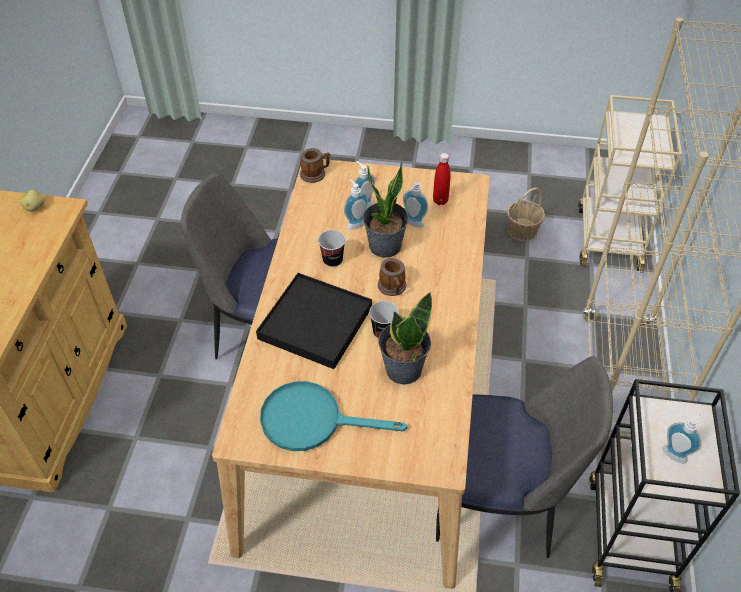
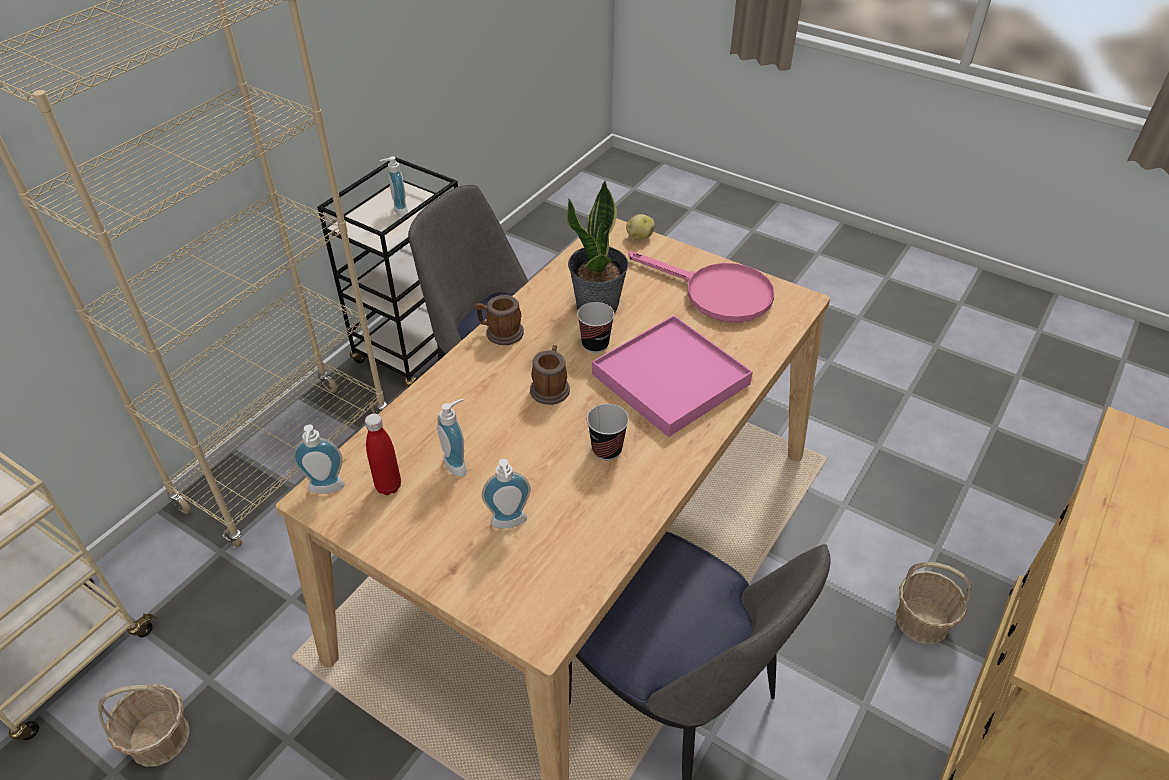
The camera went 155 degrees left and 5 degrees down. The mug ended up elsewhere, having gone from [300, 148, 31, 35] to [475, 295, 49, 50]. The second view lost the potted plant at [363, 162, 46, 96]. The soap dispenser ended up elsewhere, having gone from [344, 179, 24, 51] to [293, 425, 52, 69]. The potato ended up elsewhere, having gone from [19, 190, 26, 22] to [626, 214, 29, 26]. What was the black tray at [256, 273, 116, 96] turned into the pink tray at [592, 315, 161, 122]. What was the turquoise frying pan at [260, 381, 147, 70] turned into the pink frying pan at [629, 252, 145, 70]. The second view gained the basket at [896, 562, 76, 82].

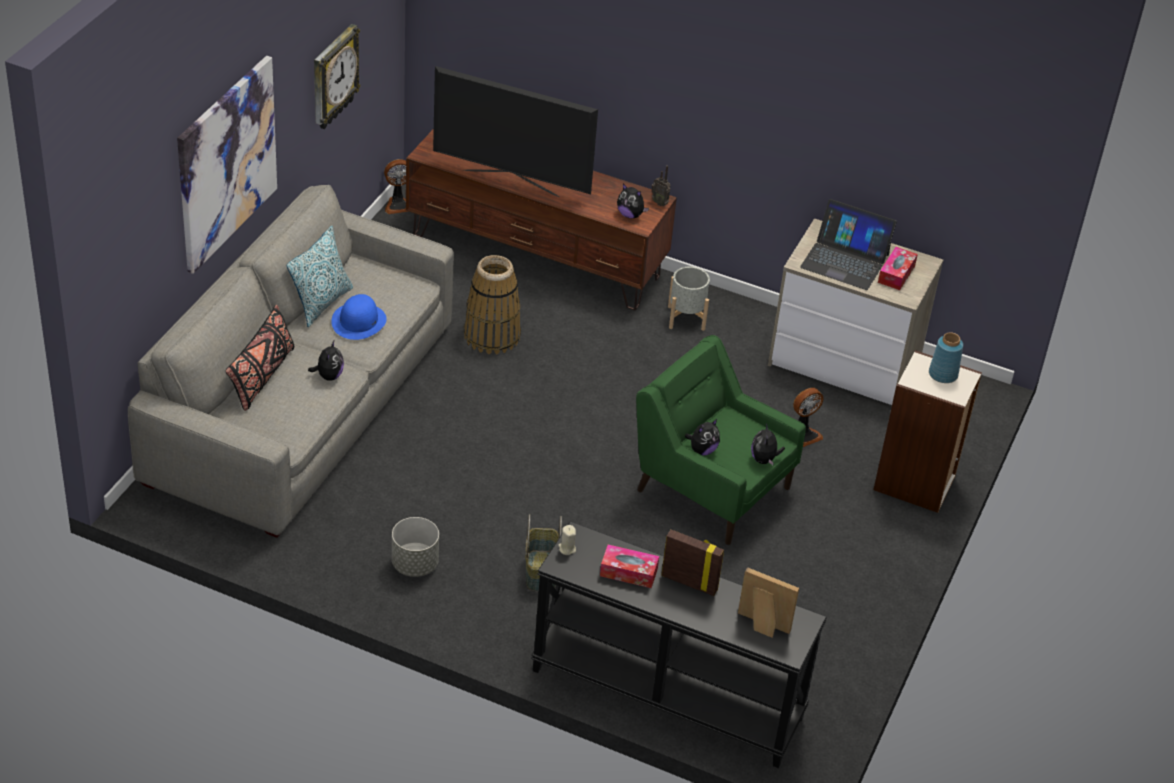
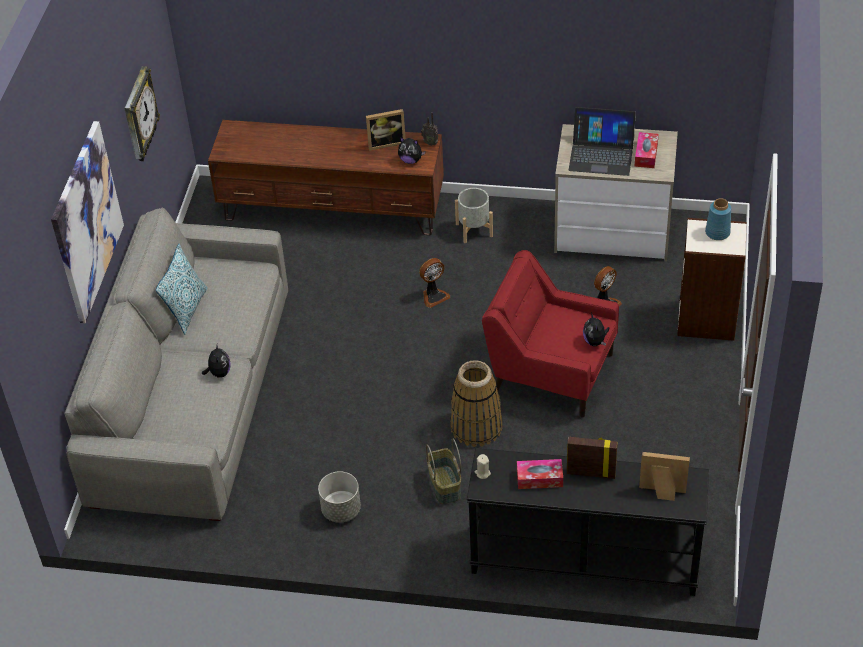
The camera went 10 degrees left and 5 degrees up. The second view lost the television at [433, 66, 165, 131]. The fan ended up elsewhere, having gone from [384, 159, 25, 55] to [419, 258, 31, 50]. The basket ended up elsewhere, having gone from [464, 255, 57, 99] to [450, 360, 53, 87]. The second view lost the blue hat at [331, 294, 56, 46]. The second view lost the black pillow at [225, 305, 70, 106]. What was the green armchair at [636, 335, 170, 210] turned into the red armchair at [482, 250, 137, 168]. The second view lost the plush toy at [685, 419, 35, 36]. The second view gained the picture frame at [366, 109, 40, 42].

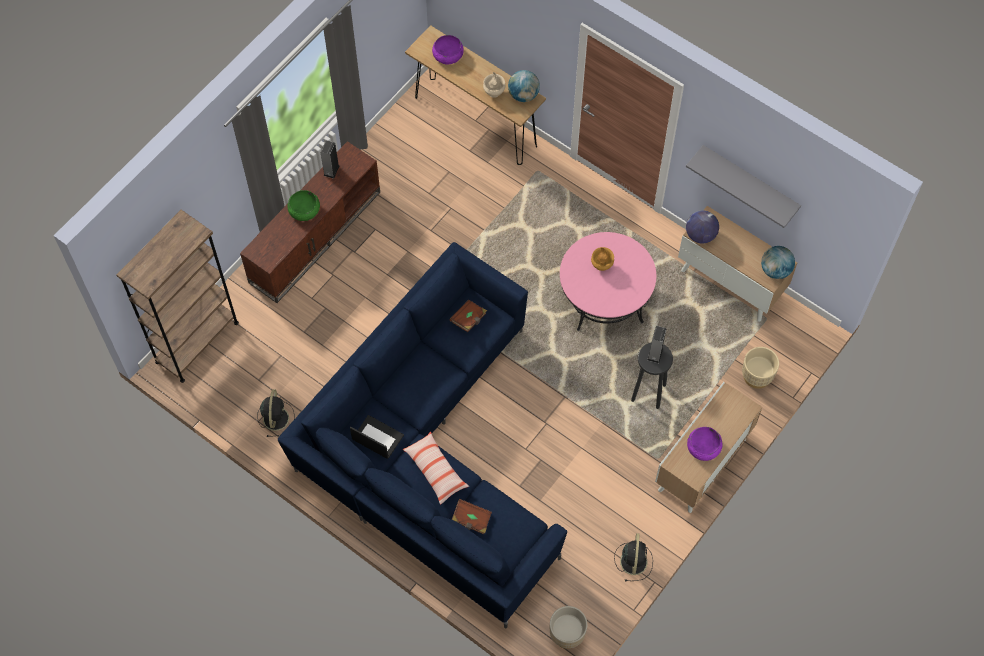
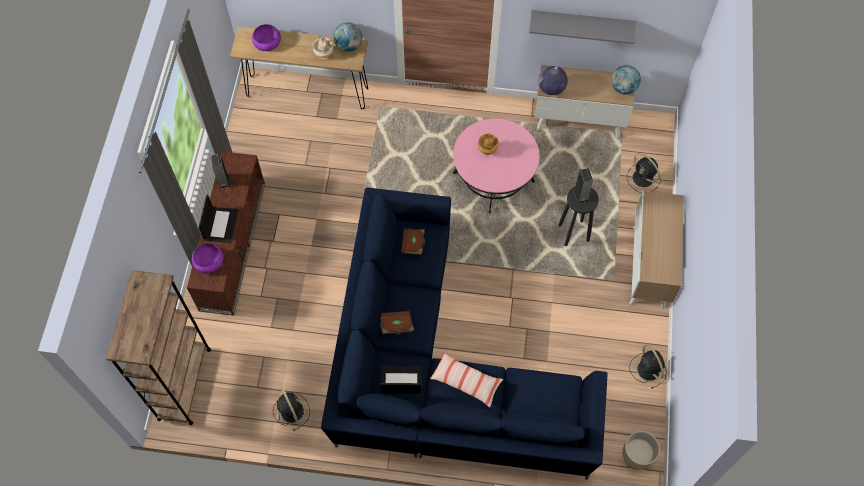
The camera went 30 degrees left and 0 degrees up. Where the green bowl stood at [287, 190, 33, 31], the laptop came to stand at [199, 195, 39, 48]. Where the beige planter stood at [742, 347, 37, 42], the black fan came to stand at [627, 153, 34, 40]. The purple bowl ended up elsewhere, having gone from [687, 427, 36, 34] to [192, 243, 31, 30]. The brown book ended up elsewhere, having gone from [452, 499, 40, 35] to [380, 311, 34, 24].

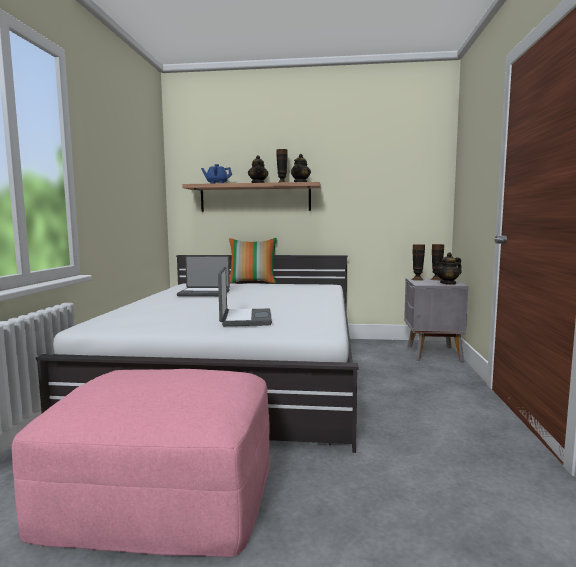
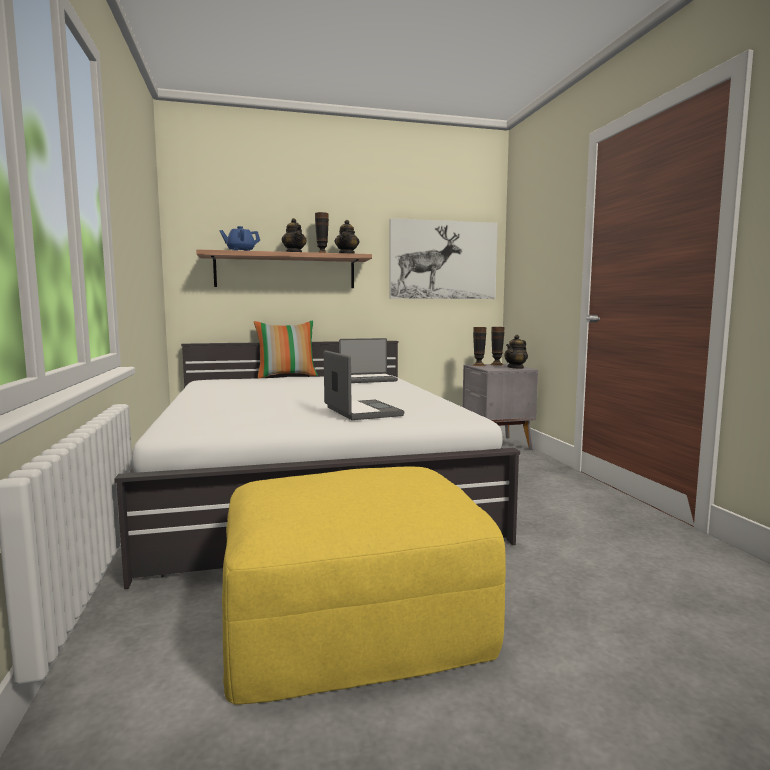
The camera went 20 degrees left and 0 degrees up. The laptop ended up elsewhere, having gone from [177, 256, 53, 40] to [339, 338, 59, 45]. What was the pink ottoman at [12, 369, 258, 188] turned into the yellow ottoman at [222, 467, 284, 238]. The second view gained the picture at [389, 218, 109, 81].

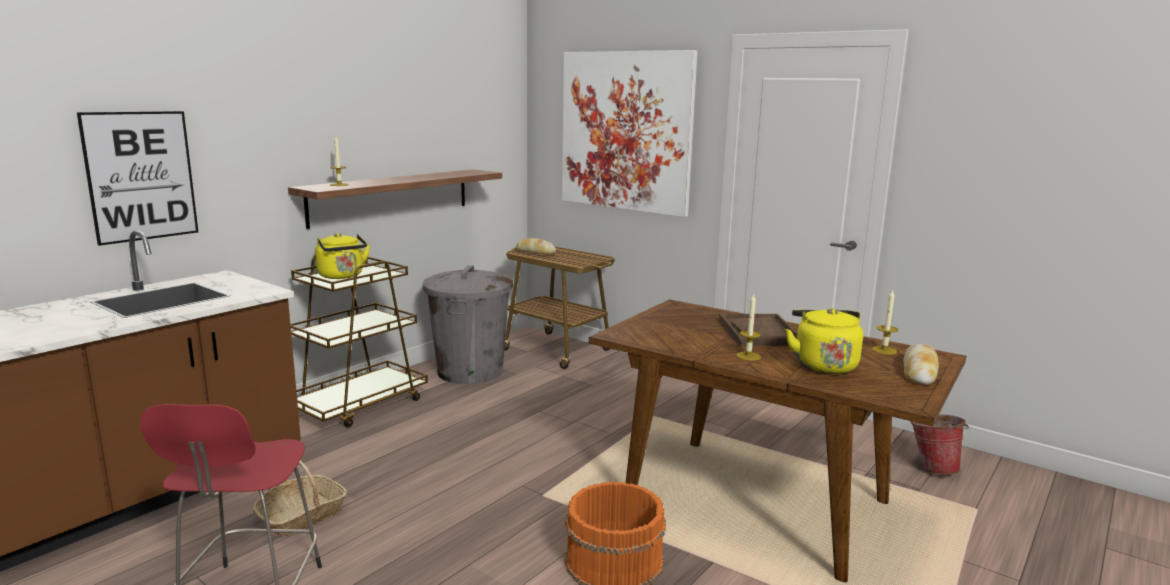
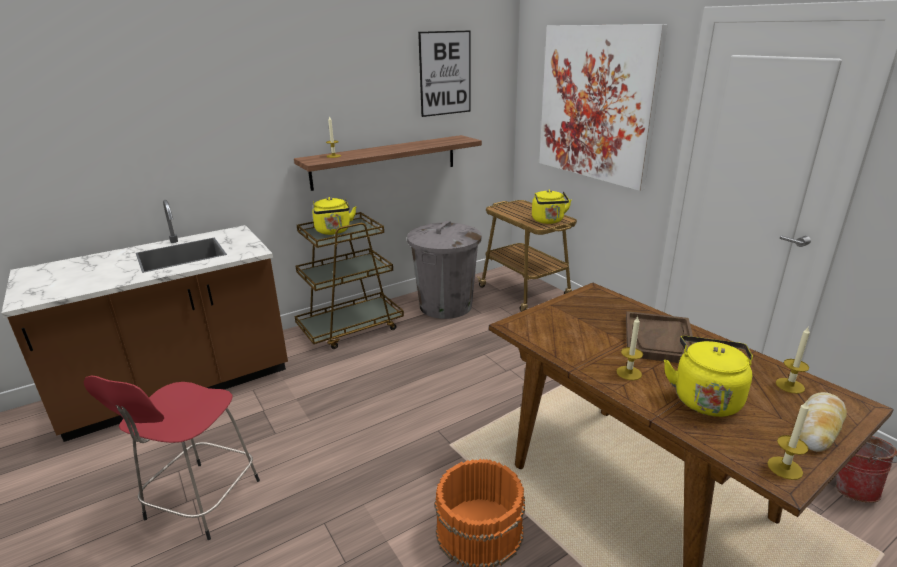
The camera went 20 degrees right and 10 degrees up. The picture ended up elsewhere, having gone from [77, 111, 121, 135] to [418, 30, 53, 87]. The second view lost the bread at [516, 238, 40, 16]. The second view lost the basket at [252, 460, 95, 76]. The second view gained the yellow kettle at [532, 190, 40, 34]. The second view gained the candle at [767, 401, 42, 79].

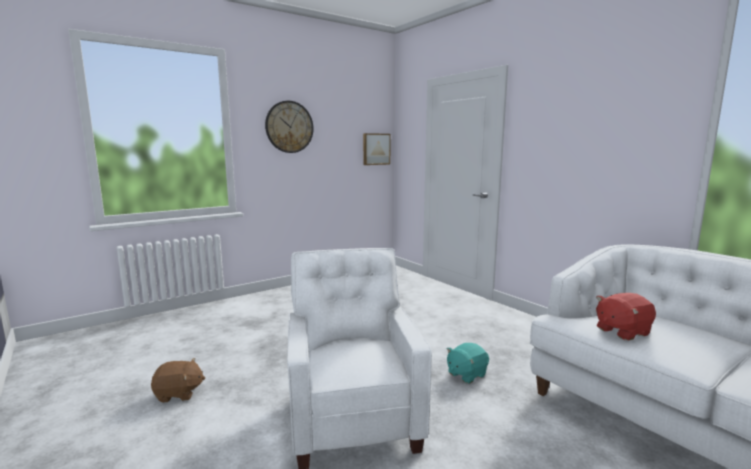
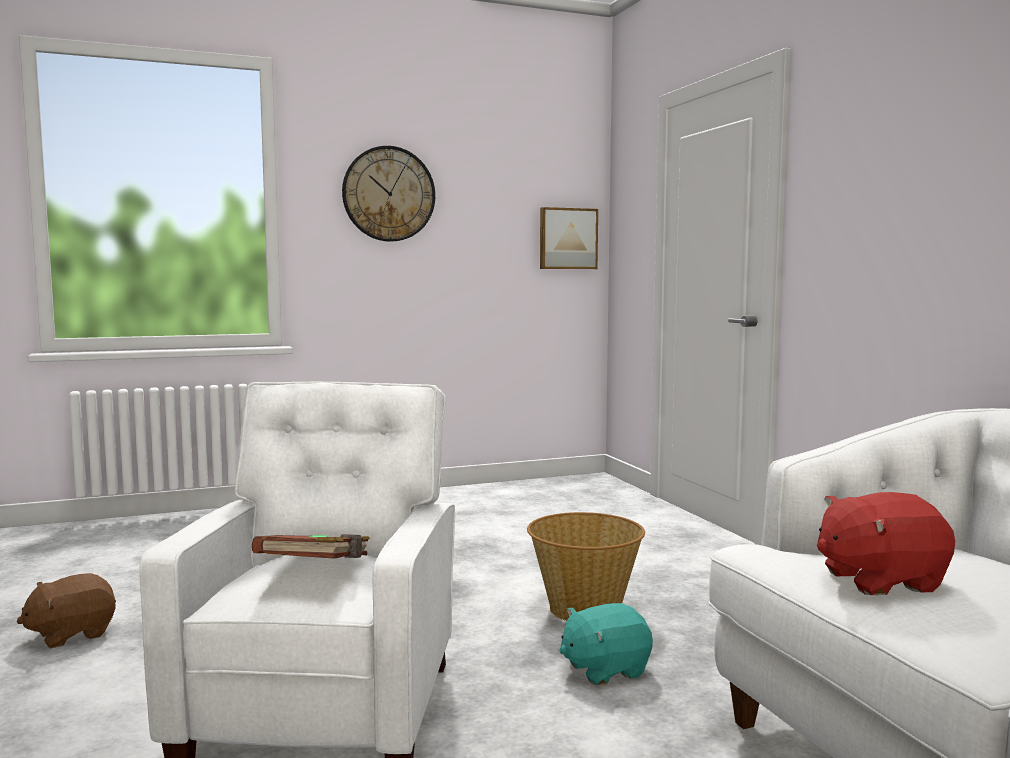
The camera went 15 degrees right and 5 degrees down. The brown plush toy at [151, 358, 54, 45] ended up facing another way, 135 degrees clockwise from before. The second view gained the basket at [527, 512, 118, 109]. The second view gained the brown book at [252, 534, 118, 25].

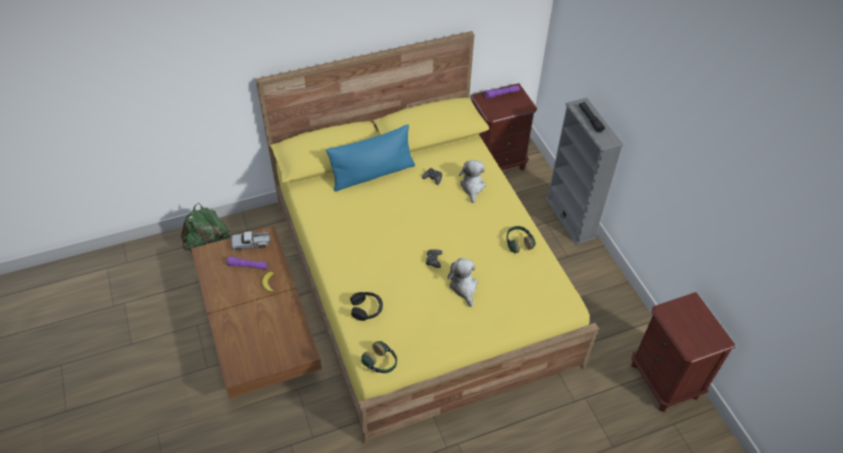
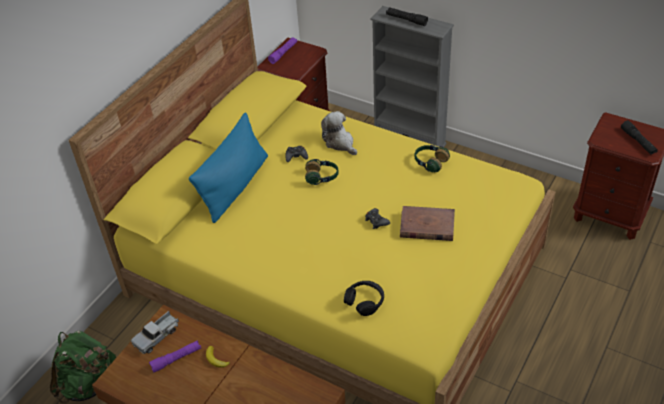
The camera went 35 degrees left and 5 degrees down. Where the plush toy stood at [447, 258, 31, 49], the brown book came to stand at [400, 206, 55, 35]. The headphones ended up elsewhere, having gone from [361, 341, 36, 32] to [305, 159, 34, 26]. The second view gained the black flashlight at [621, 120, 37, 34].

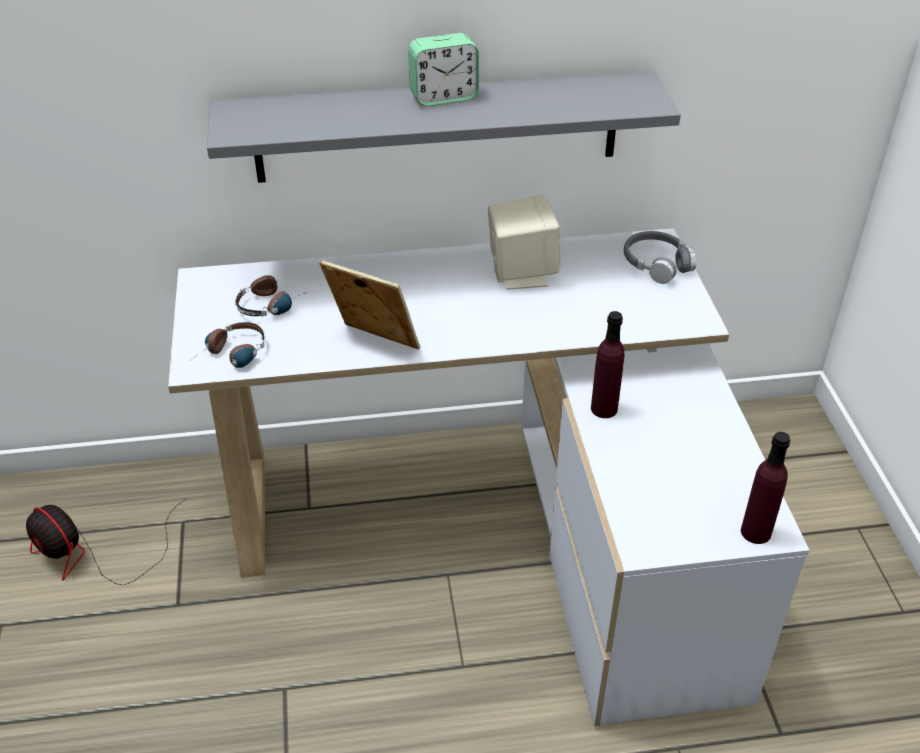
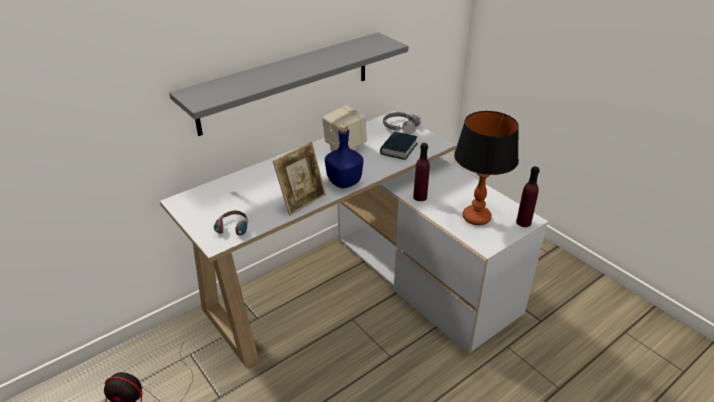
The camera went 30 degrees left and 5 degrees down. The second view lost the alarm clock at [408, 33, 71, 73]. The picture frame at [319, 260, 101, 90] ended up facing another way, 135 degrees clockwise from before. The second view lost the headphones at [235, 275, 72, 42]. The second view gained the table lamp at [454, 111, 65, 114]. The second view gained the blue bottle at [325, 125, 38, 63]. The second view gained the book at [380, 131, 38, 29].

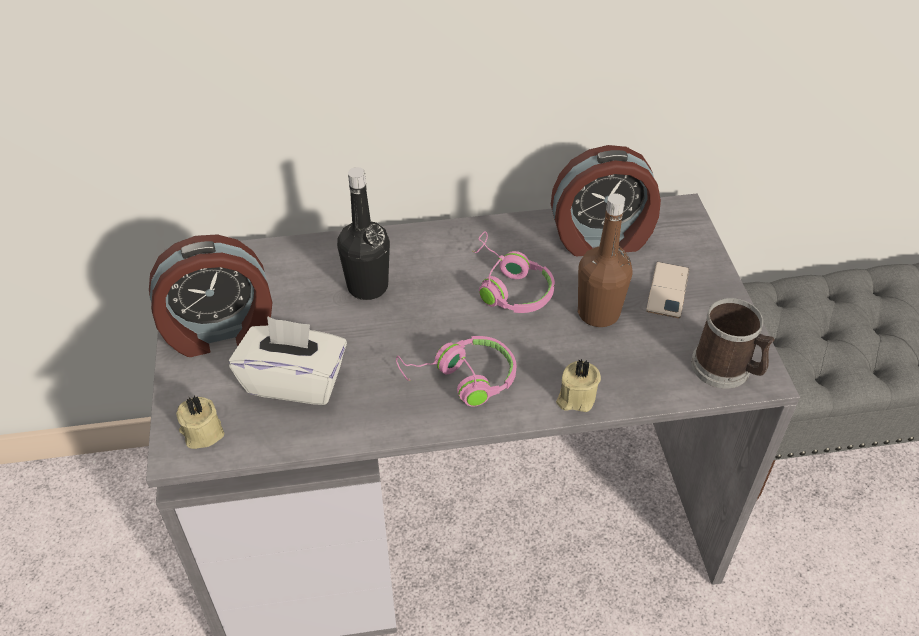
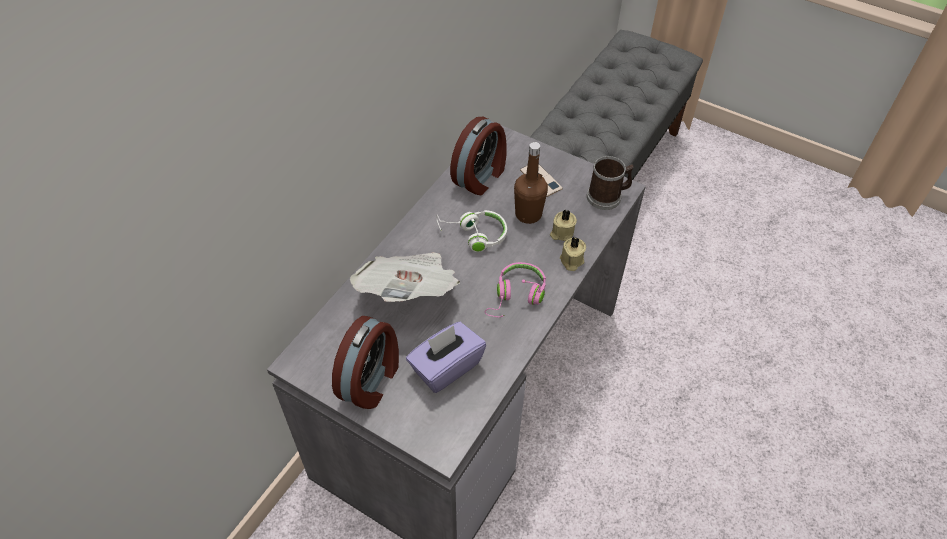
The camera went 50 degrees left and 5 degrees up. Where the black bottle stood at [337, 167, 53, 133], the newspaper came to stand at [350, 252, 110, 50]. What was the pink headphones at [473, 231, 82, 82] turned into the white headphones at [436, 210, 71, 42]. What was the white tissue box at [229, 316, 118, 89] turned into the purple tissue box at [406, 322, 80, 71]. The beige candle ended up elsewhere, having gone from [176, 396, 49, 53] to [550, 209, 27, 32].

